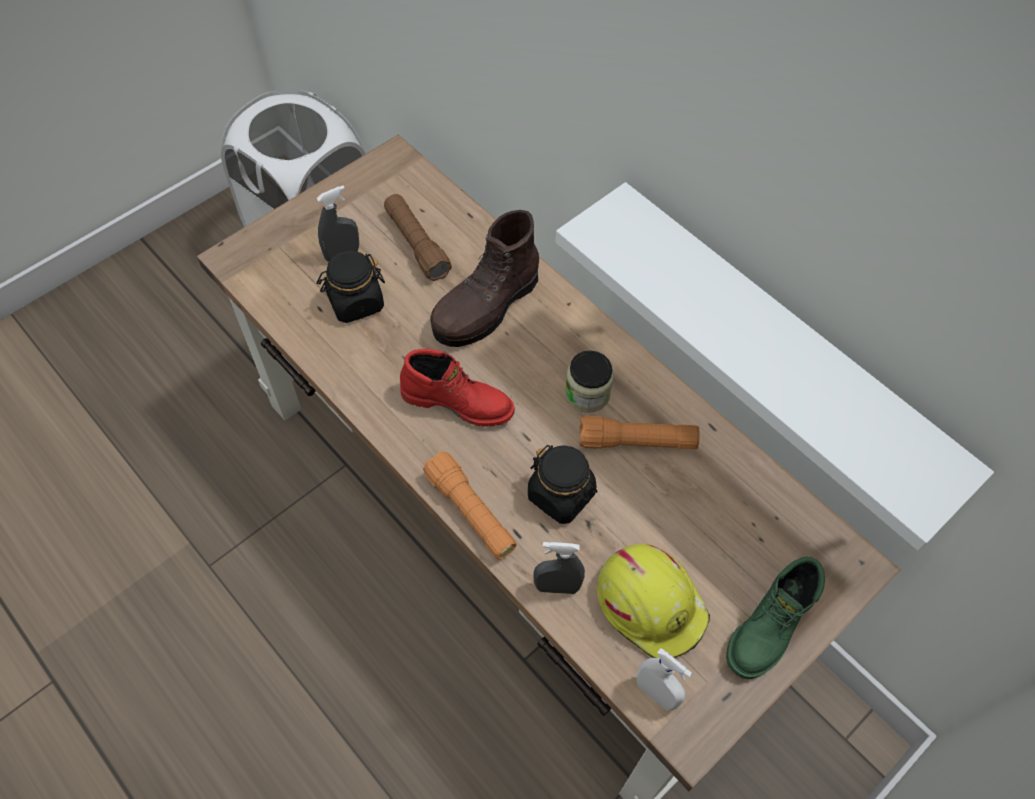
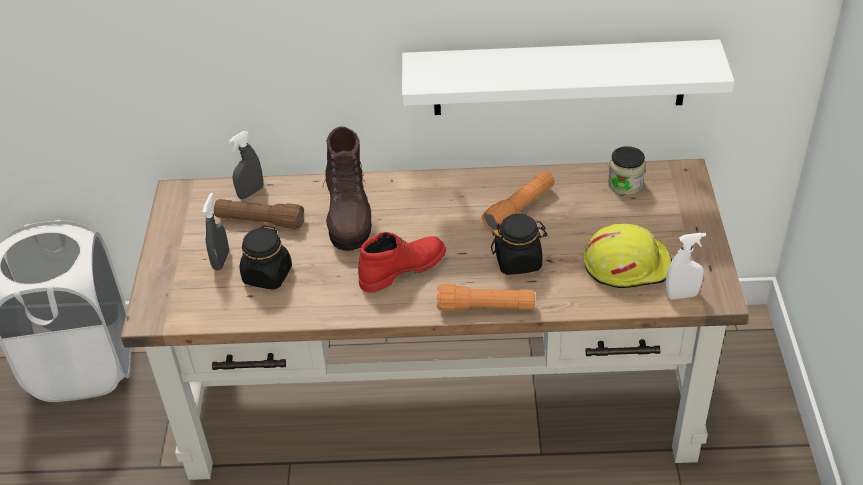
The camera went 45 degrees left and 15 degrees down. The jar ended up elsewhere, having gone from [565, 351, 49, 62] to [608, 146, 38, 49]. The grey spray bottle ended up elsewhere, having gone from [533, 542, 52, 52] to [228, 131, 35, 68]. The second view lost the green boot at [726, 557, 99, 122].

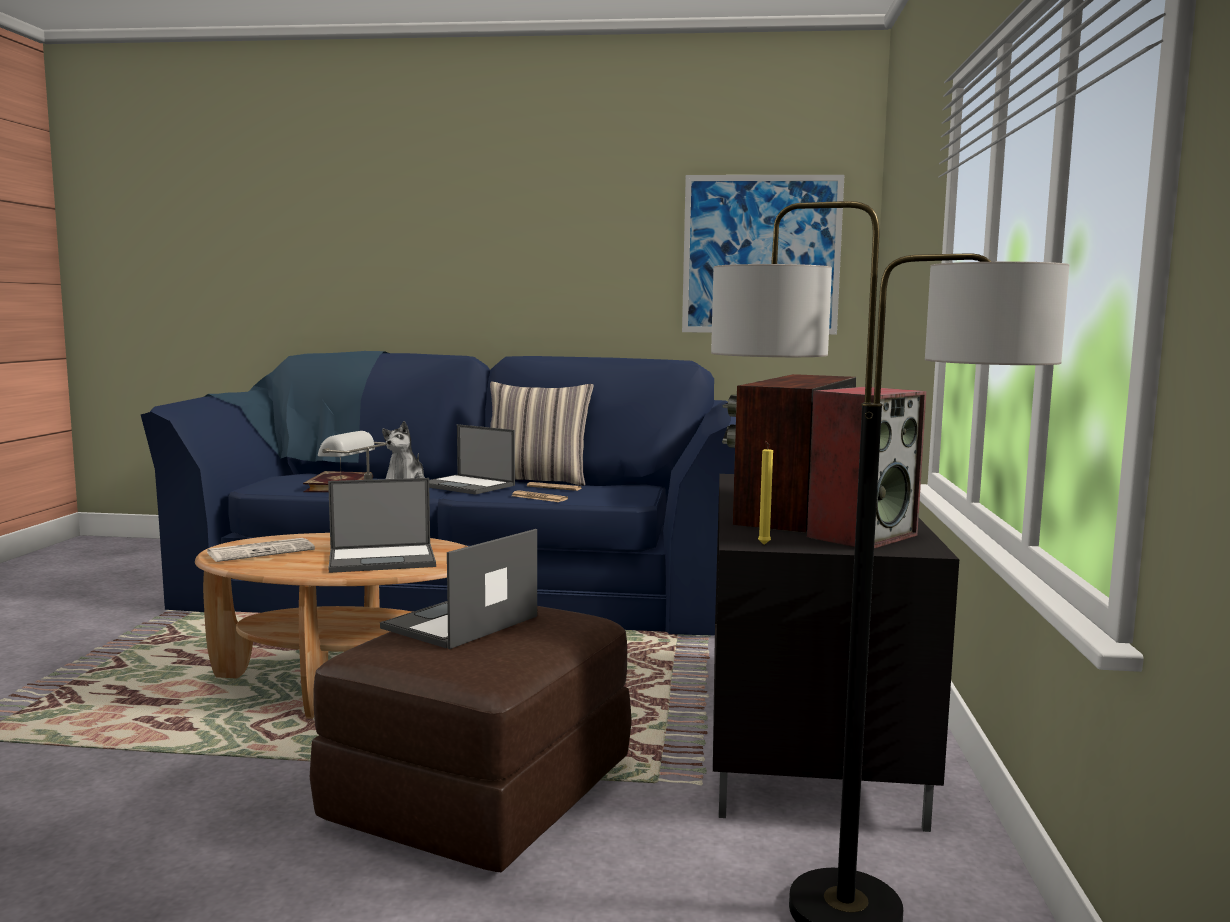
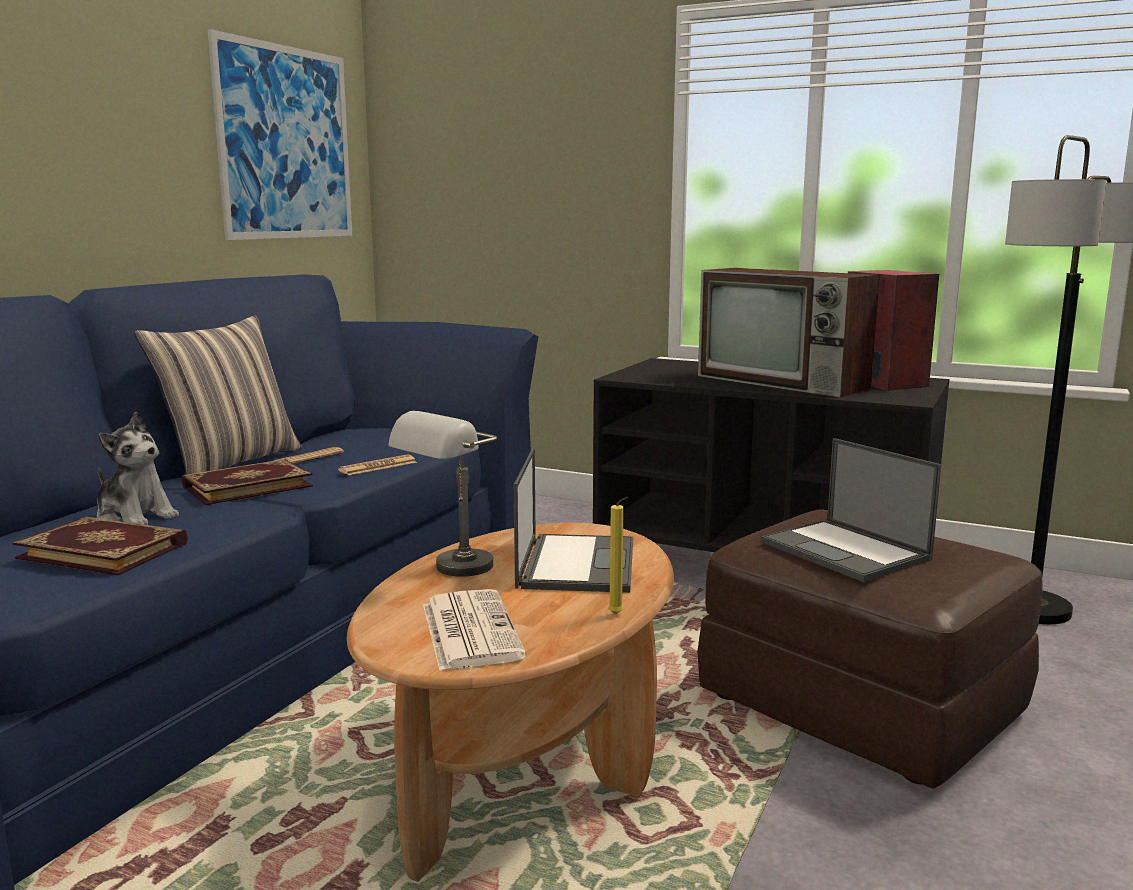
The camera went 70 degrees left and 5 degrees up. Where the laptop stood at [429, 424, 86, 71], the book came to stand at [182, 459, 131, 46]. The yellow candle ended up elsewhere, having gone from [758, 441, 15, 104] to [608, 497, 20, 118].

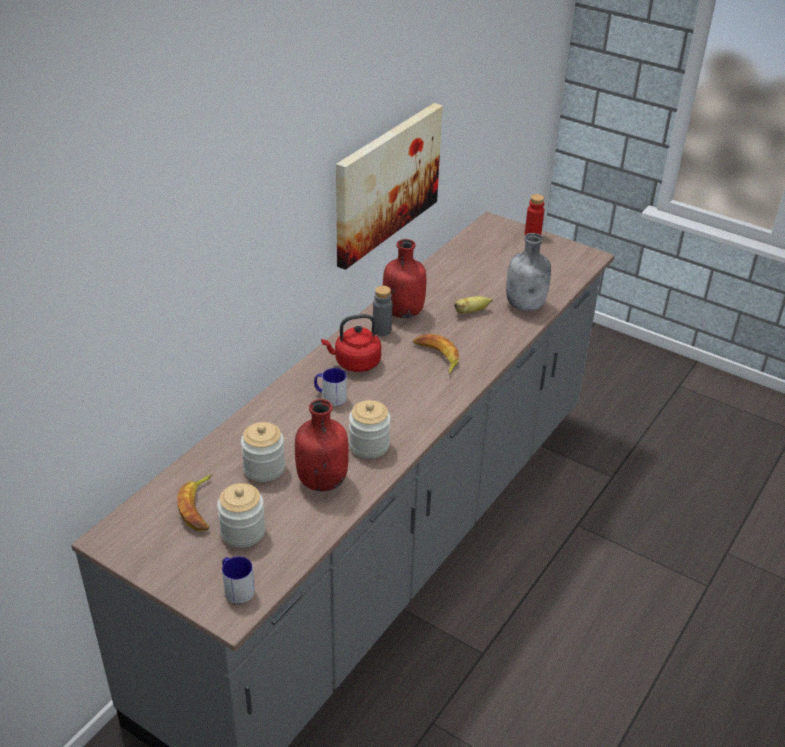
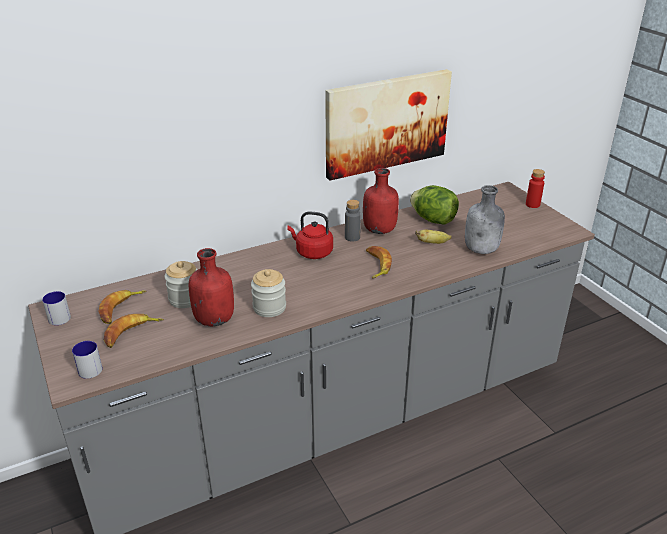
The camera went 30 degrees right and 5 degrees down. The mug ended up elsewhere, having gone from [314, 368, 33, 38] to [42, 291, 29, 34]. Where the jar stood at [217, 483, 48, 65], the banana came to stand at [104, 314, 60, 34]. The second view gained the lettuce at [410, 185, 49, 40].

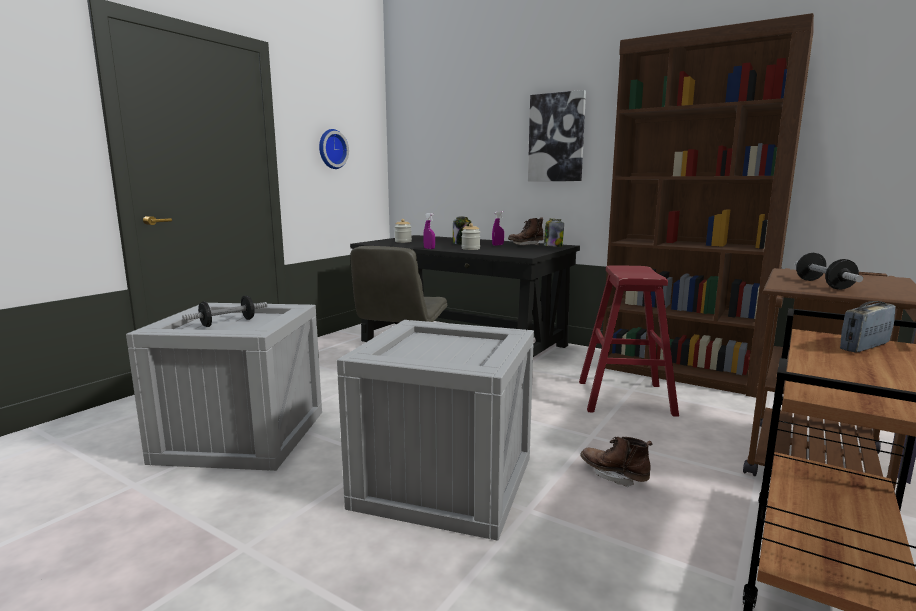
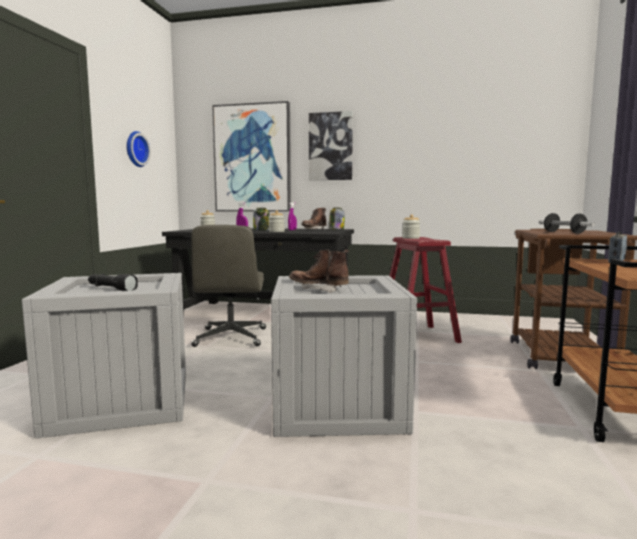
The camera went 20 degrees left and 5 degrees down. The second view lost the brown bookcase at [603, 13, 211, 385]. Where the dumbbell stood at [182, 296, 85, 31], the black flashlight came to stand at [88, 274, 50, 17]. The brown boot ended up elsewhere, having gone from [580, 437, 73, 50] to [289, 250, 60, 42]. The second view gained the picture at [212, 101, 79, 111]. The second view gained the jar at [402, 214, 18, 25].

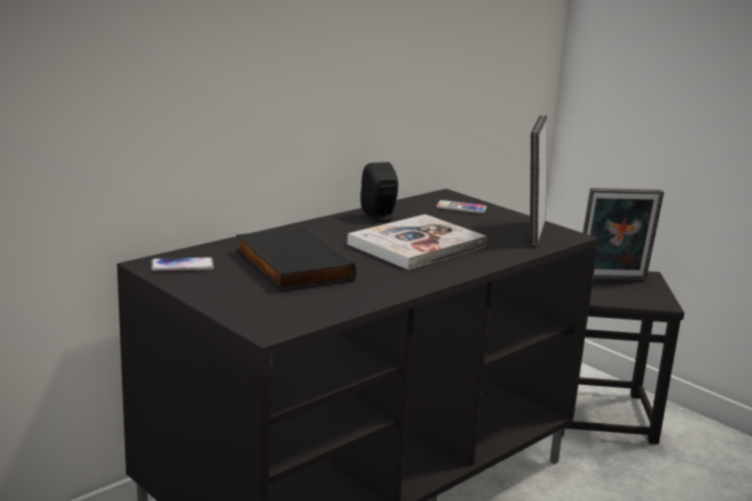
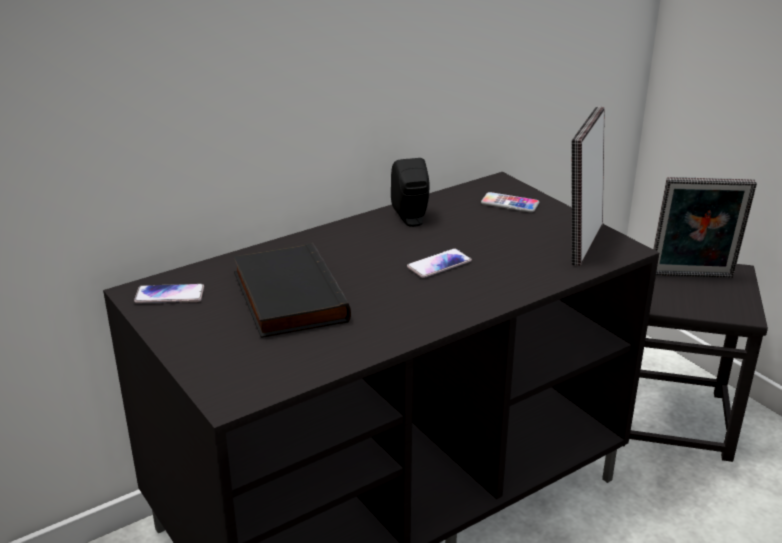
The camera went 10 degrees right and 10 degrees up. Where the book stood at [347, 214, 139, 56], the phone came to stand at [407, 248, 65, 30].

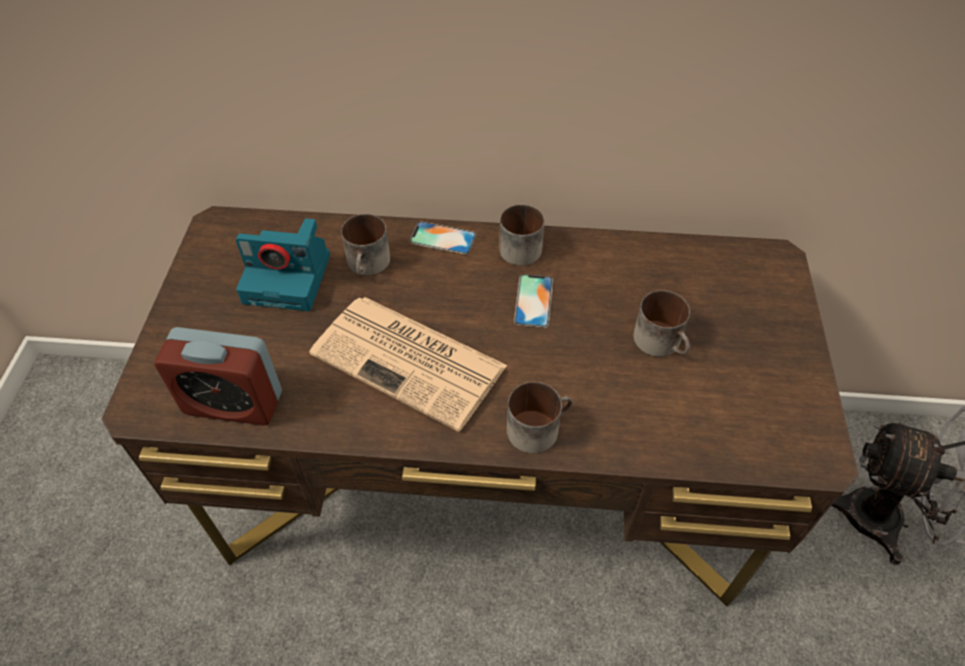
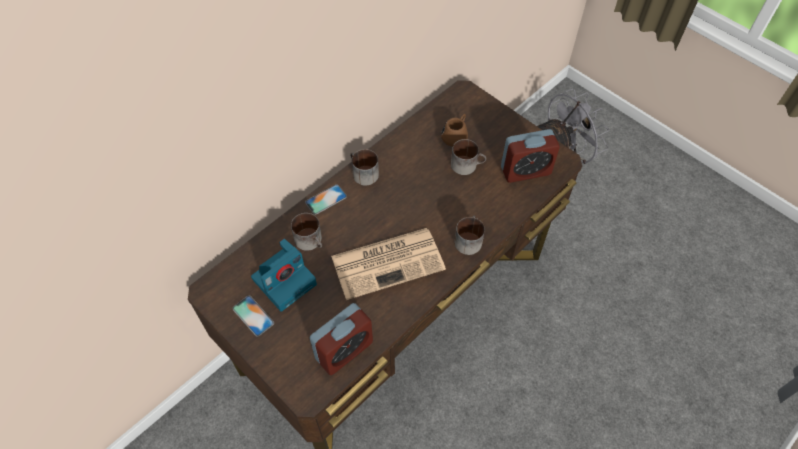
The camera went 50 degrees left and 5 degrees up. The phone ended up elsewhere, having gone from [514, 274, 39, 54] to [232, 295, 42, 42]. The second view gained the brown mug at [441, 114, 27, 33]. The second view gained the alarm clock at [501, 129, 59, 54].

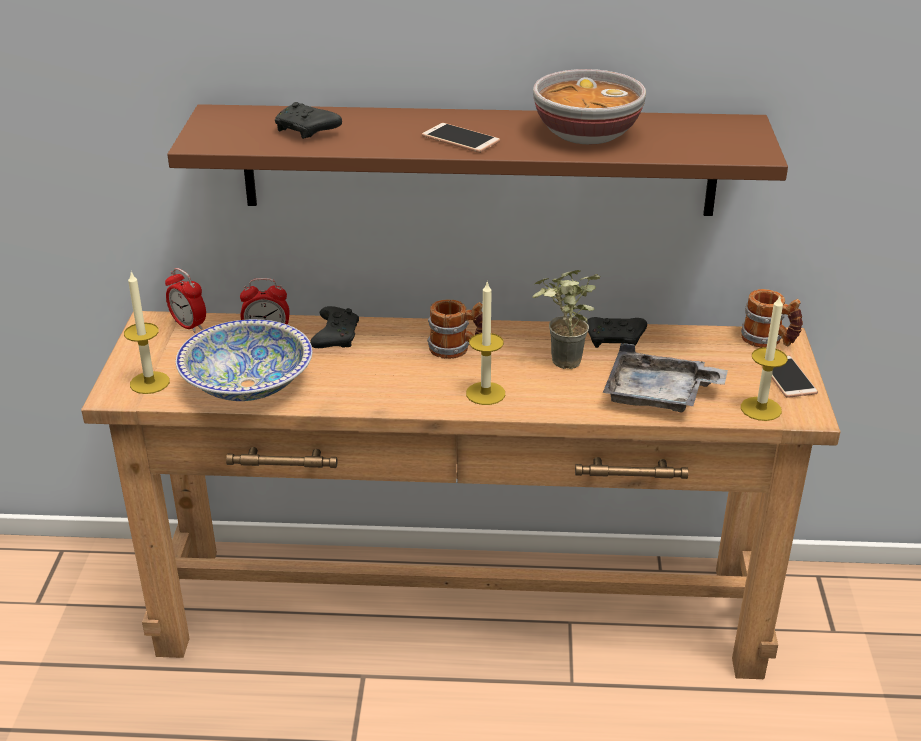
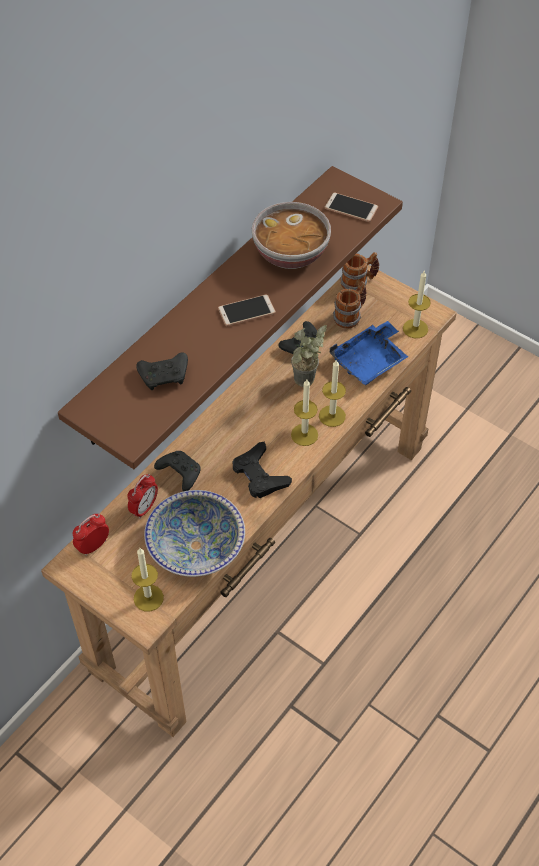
The camera went 55 degrees left and 20 degrees up. The alarm clock at [165, 268, 41, 65] ended up facing another way, 150 degrees clockwise from before. The mug ended up elsewhere, having gone from [427, 300, 56, 59] to [333, 281, 34, 48]. What was the grey tray at [603, 343, 125, 69] turned into the blue tray at [329, 321, 79, 64]. The phone ended up elsewhere, having gone from [772, 356, 46, 42] to [324, 193, 54, 29]. The second view gained the candle at [319, 360, 27, 67]. The second view gained the black game controller at [232, 441, 60, 57].

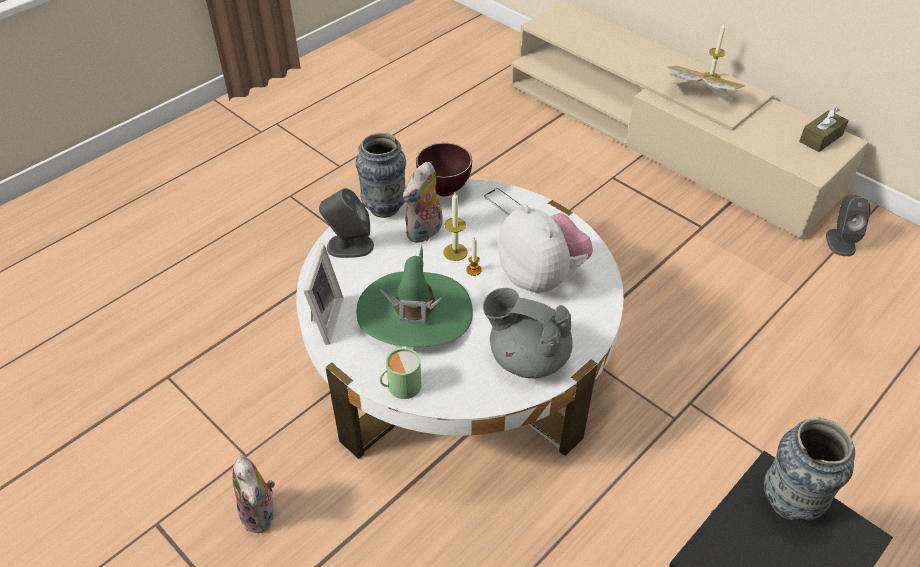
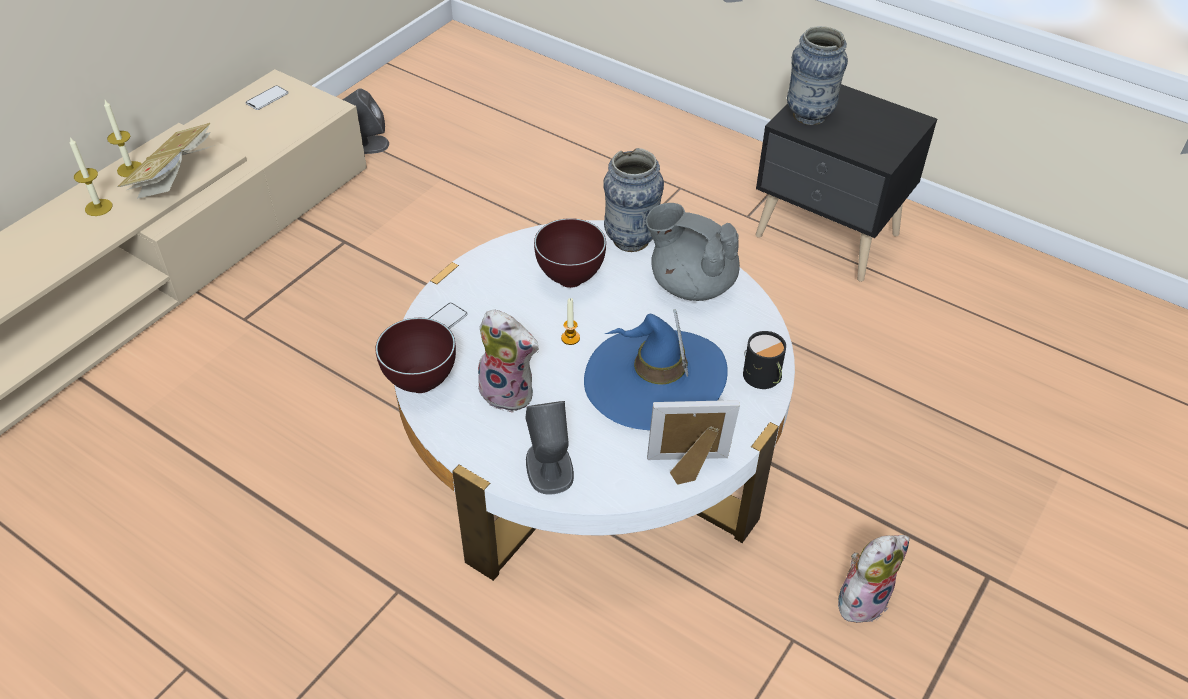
The camera went 100 degrees left and 0 degrees up. Where the brown tissue box stood at [799, 108, 50, 44], the phone came to stand at [246, 85, 43, 25]. The vase ended up elsewhere, having gone from [356, 133, 50, 85] to [603, 148, 61, 104]. The candle ended up elsewhere, having gone from [443, 192, 25, 69] to [70, 137, 43, 79]. Where the plush toy stood at [498, 204, 95, 89], the brown bowl came to stand at [534, 218, 72, 70]. What was the green hat at [356, 246, 117, 101] turned into the blue hat at [584, 309, 144, 121]. The grey teapot at [483, 288, 90, 90] ended up facing another way, 105 degrees clockwise from before. What was the green mug at [380, 348, 42, 51] turned into the black mug at [743, 331, 43, 58].

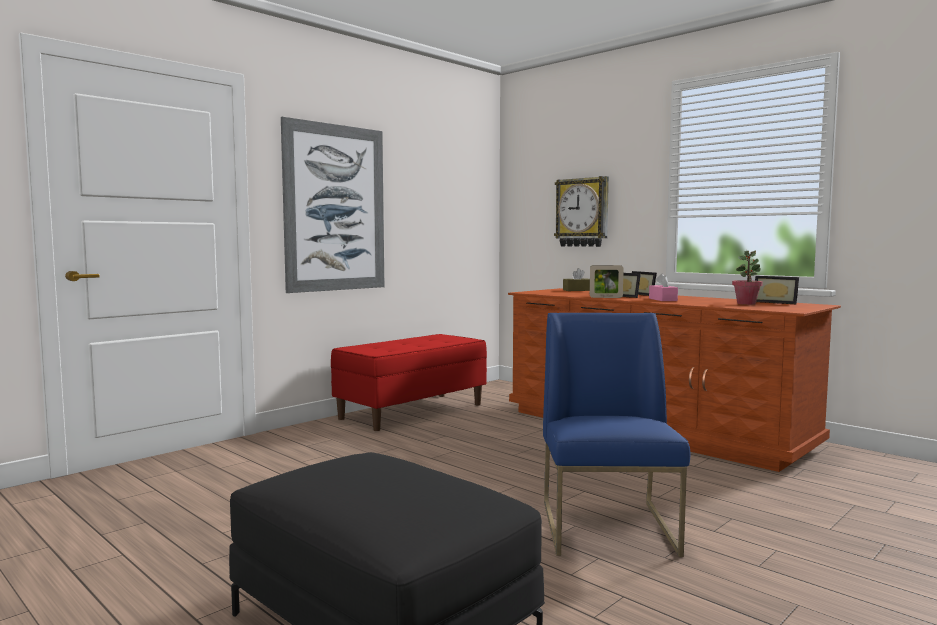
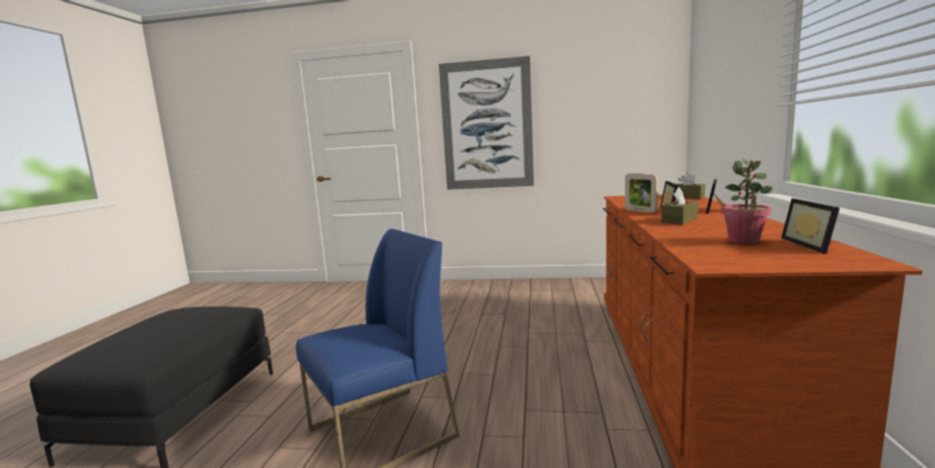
The camera went 55 degrees right and 5 degrees up. The second view lost the wall clock at [554, 176, 55, 71]. What was the pink tissue box at [649, 273, 29, 28] turned into the brown tissue box at [661, 187, 37, 38]. The second view lost the red bench at [331, 334, 156, 97].

